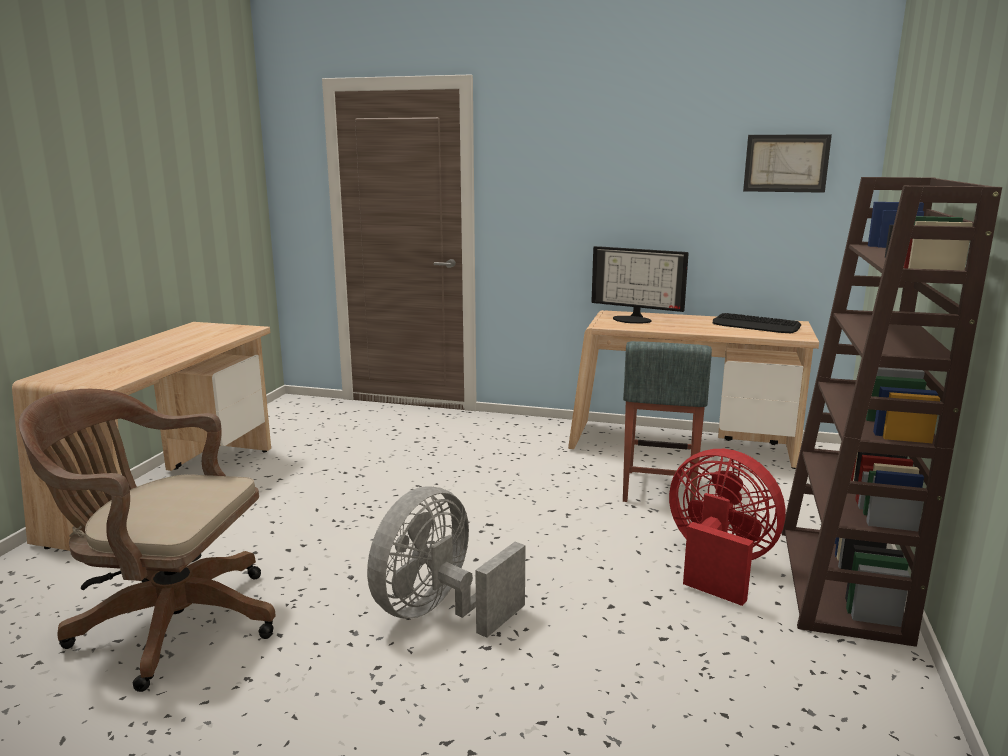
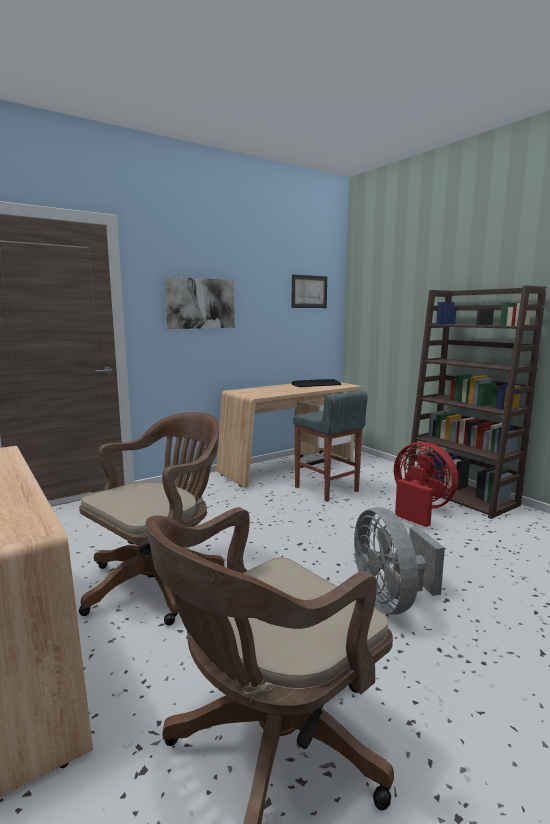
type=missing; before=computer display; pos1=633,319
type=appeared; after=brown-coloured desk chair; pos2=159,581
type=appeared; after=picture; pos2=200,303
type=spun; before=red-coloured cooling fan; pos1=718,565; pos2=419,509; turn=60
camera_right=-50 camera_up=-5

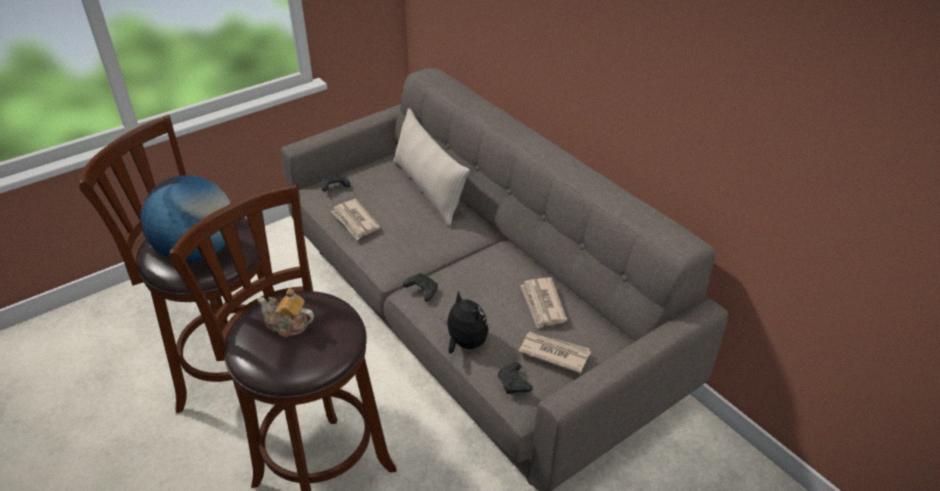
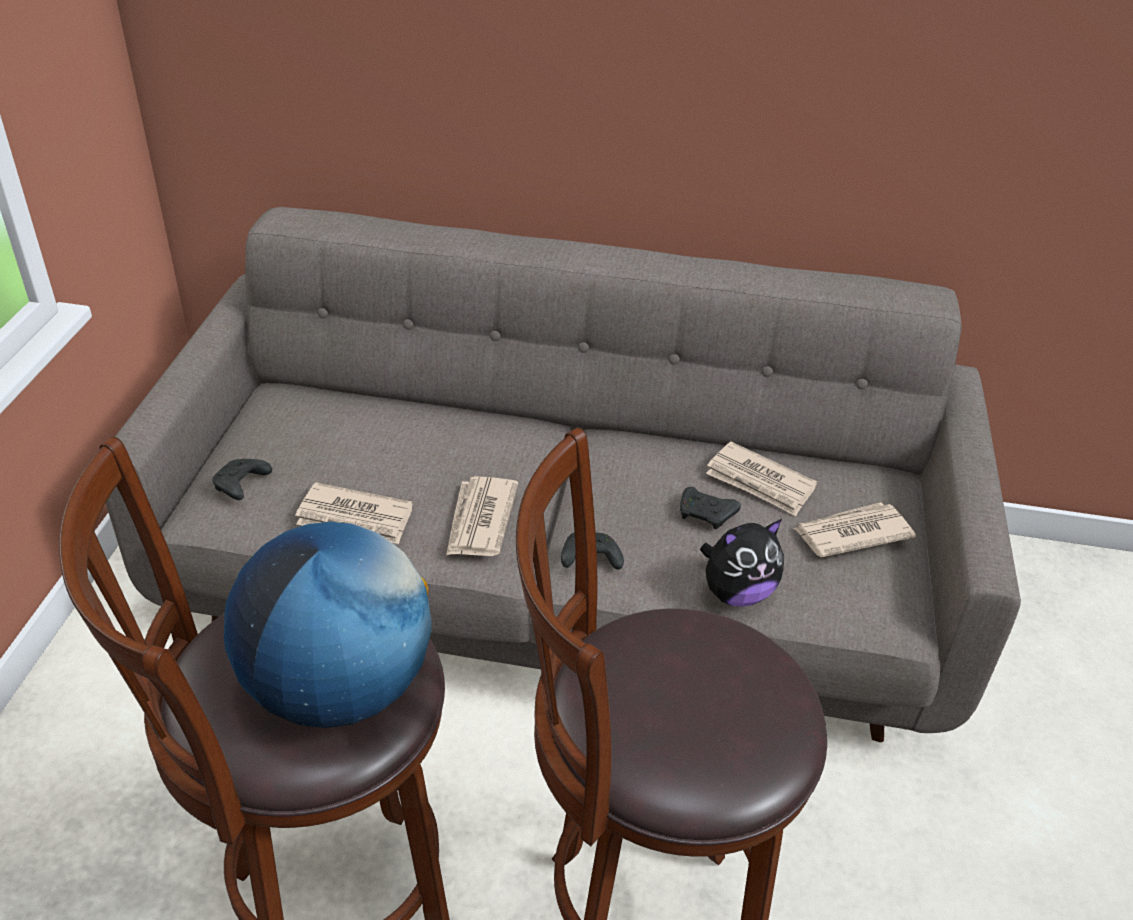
type=missing; before=teapot; pos1=287,325
type=missing; before=beige throw pillow; pos1=429,189
type=appeared; after=daily paper; pos2=480,520
type=relocated; before=black gamepad; pos1=514,384; pos2=706,515
type=spun; before=plush toy; pos1=465,343; pos2=736,593; turn=150
camera_right=-45 camera_up=0

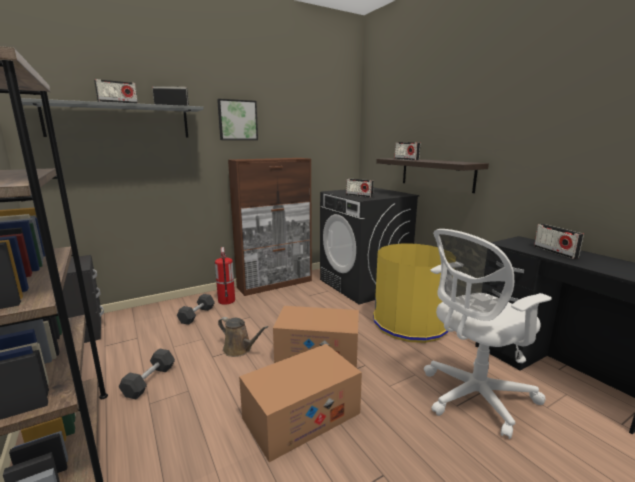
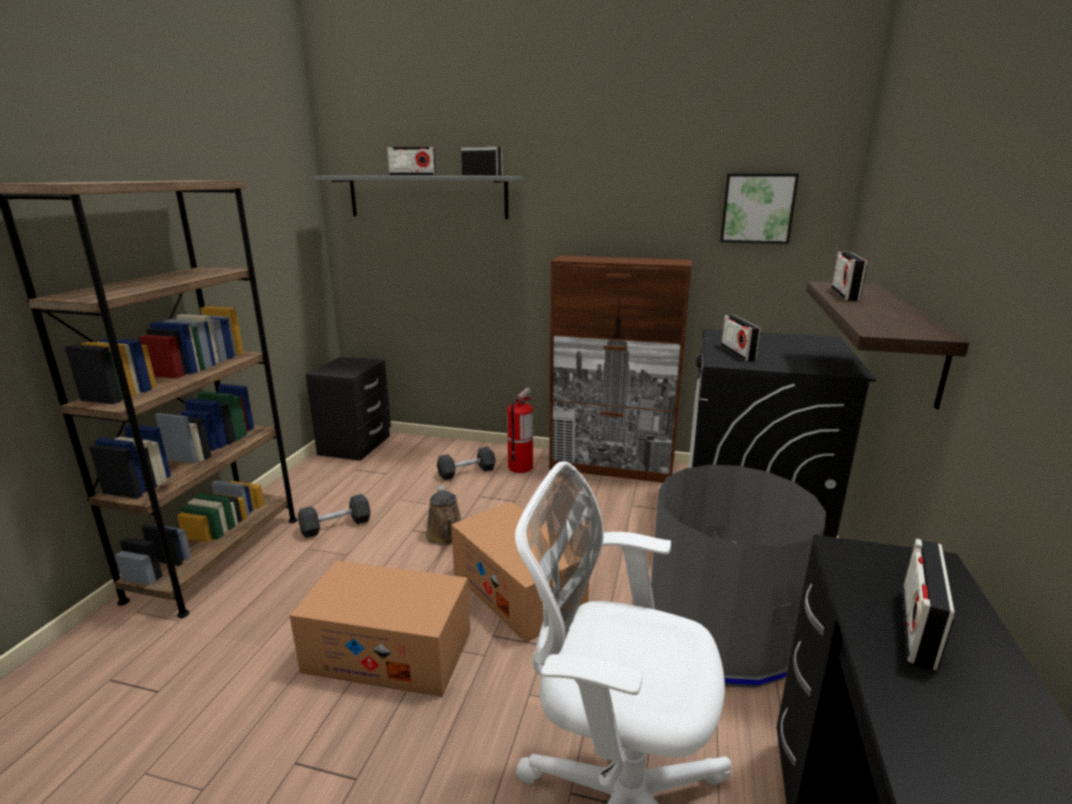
type=relocated; before=picture; pos1=237,120; pos2=757,208
type=colour; before=yellow trash can; after=gray trash can; pos1=410,323; pos2=721,630
camera_right=45 camera_up=5

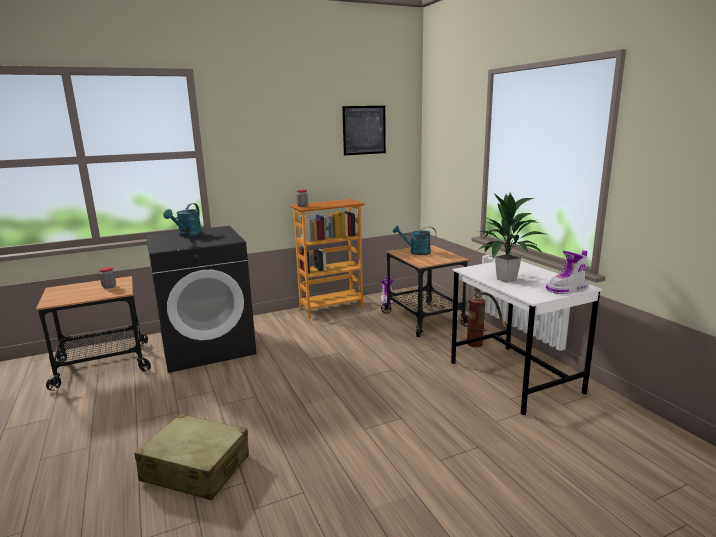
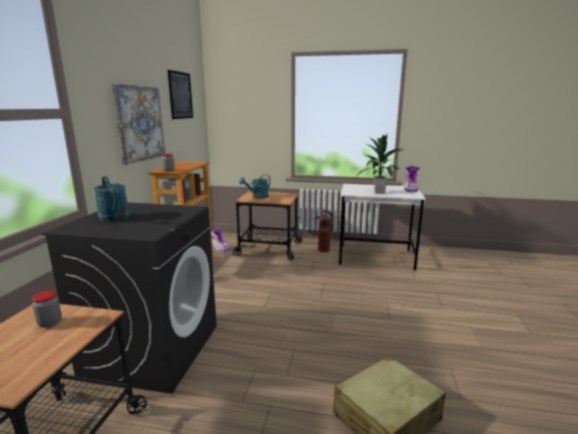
type=appeared; after=picture; pos2=139,123
camera_right=-55 camera_up=0

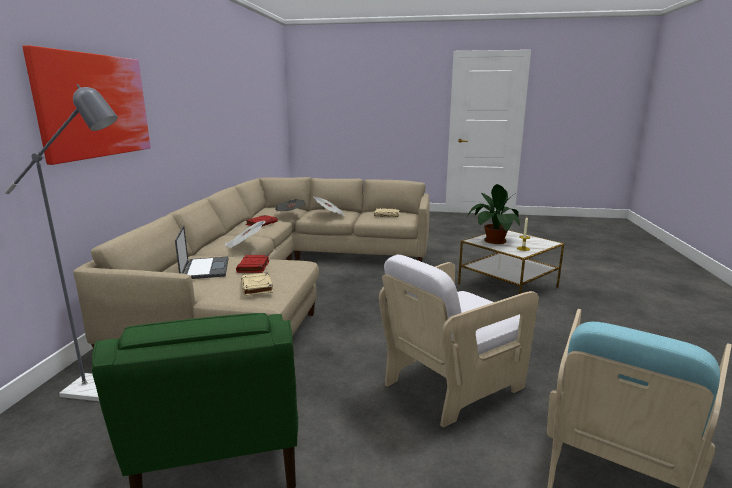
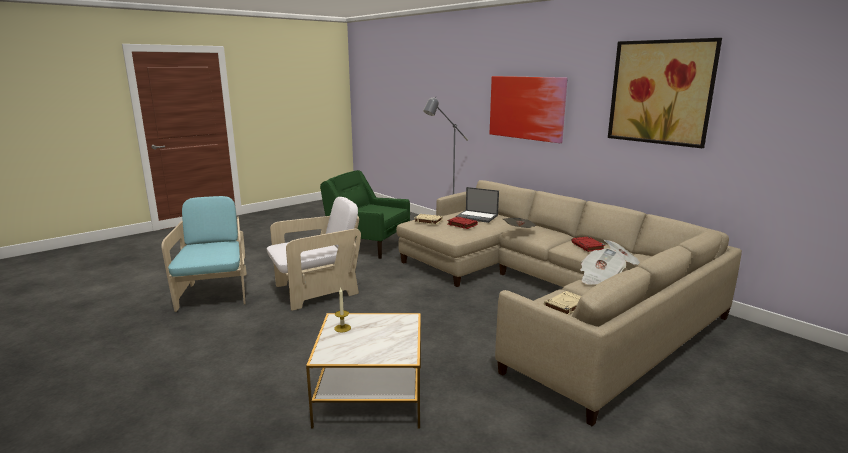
type=missing; before=houseplant; pos1=493,241
type=appeared; after=picture; pos2=660,92
type=spun; before=whitish armchair; pos1=452,384; pos2=316,291; turn=60
camera_right=130 camera_up=0

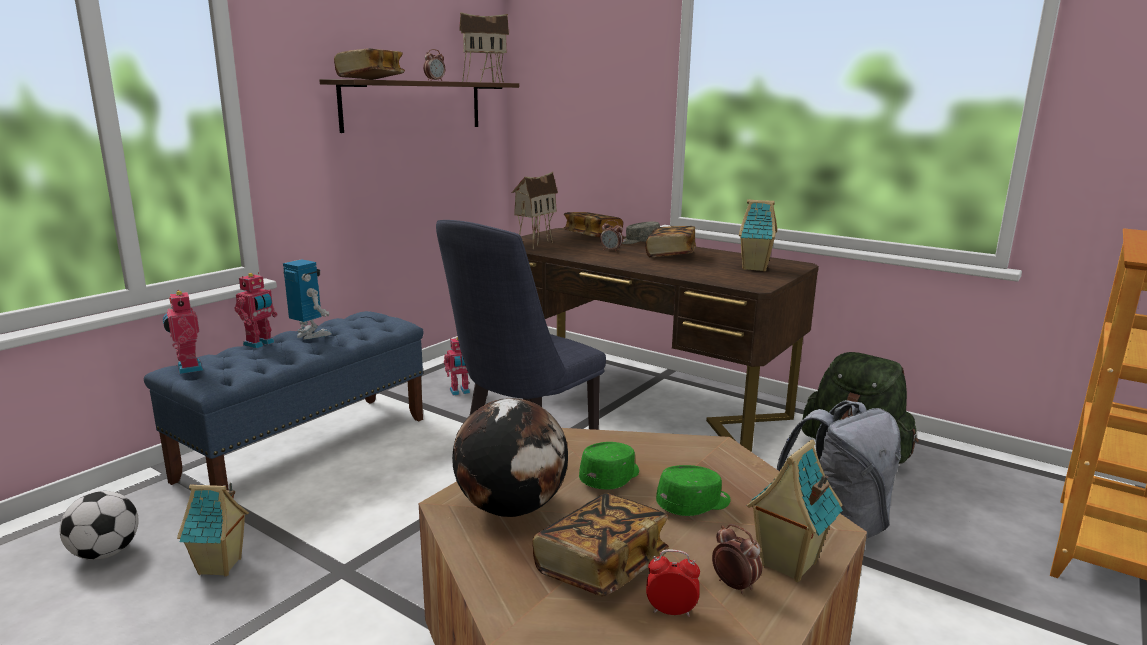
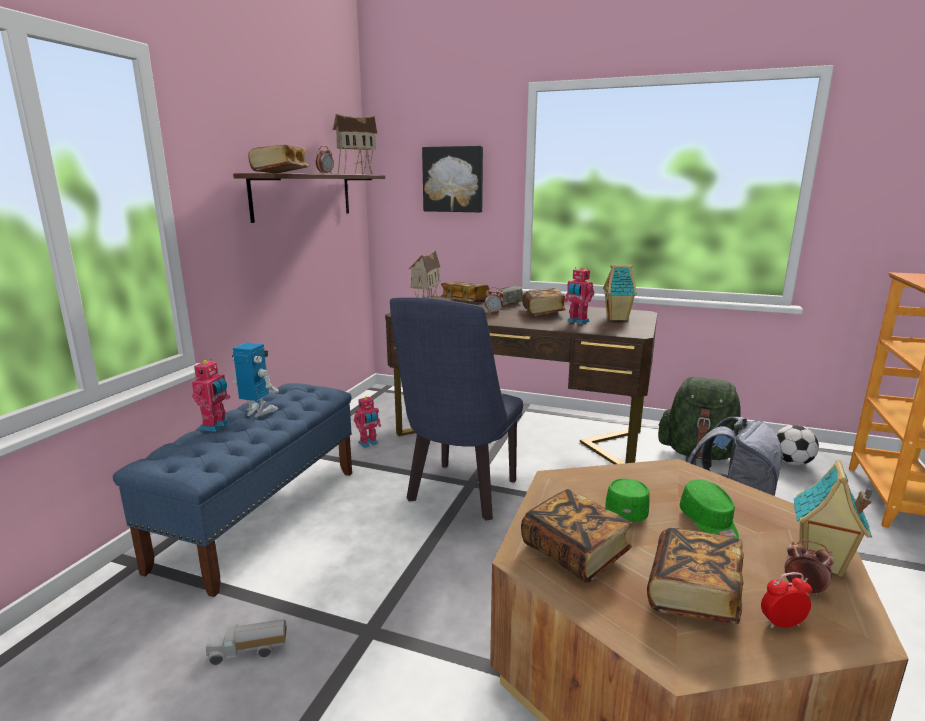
type=appeared; after=picture; pos2=453,179
type=relocated; before=ball for football; pos1=105,553; pos2=791,463
type=relocated; before=model robot; pos1=187,368; pos2=577,322
type=exchanged; before=toy house; after=toy truck; pos1=221,566; pos2=248,652
type=exchanged; before=desk globe; after=volume; pos1=511,508; pos2=574,552
type=spun; before=greenish peaked cap; pos1=694,504; pos2=709,522; turn=120
camera_right=-15 camera_up=0

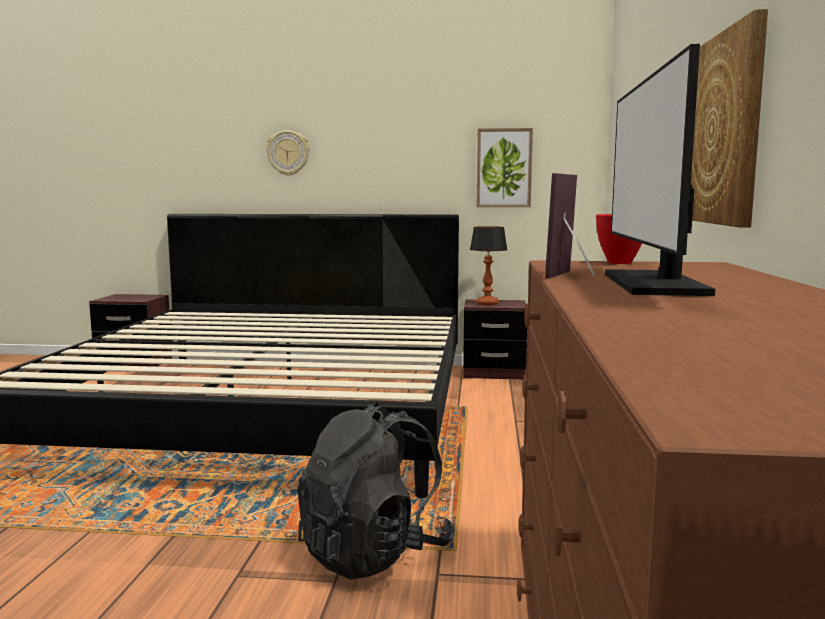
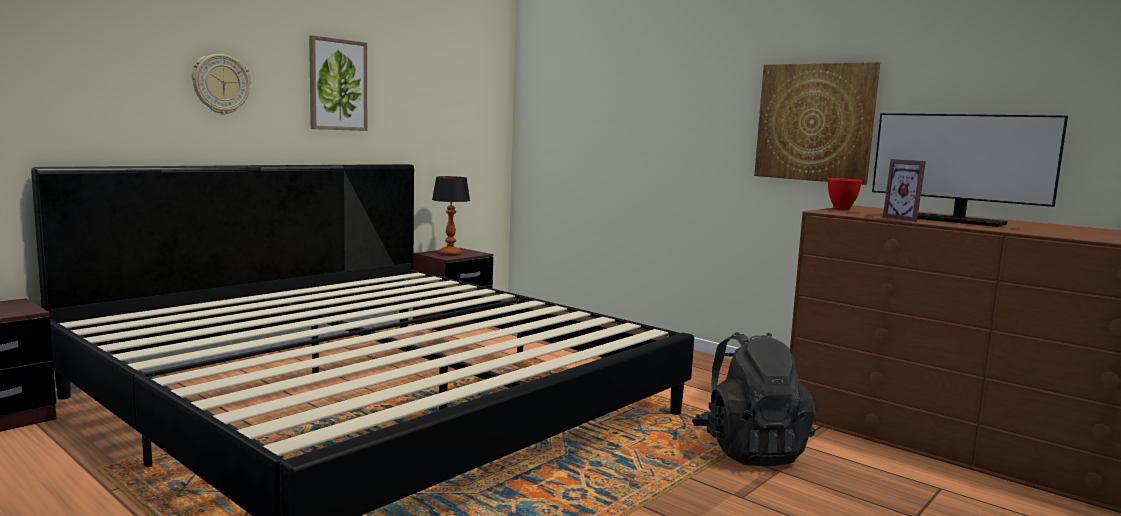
type=relocated; before=picture; pos1=504,168; pos2=337,85
camera_right=-55 camera_up=0

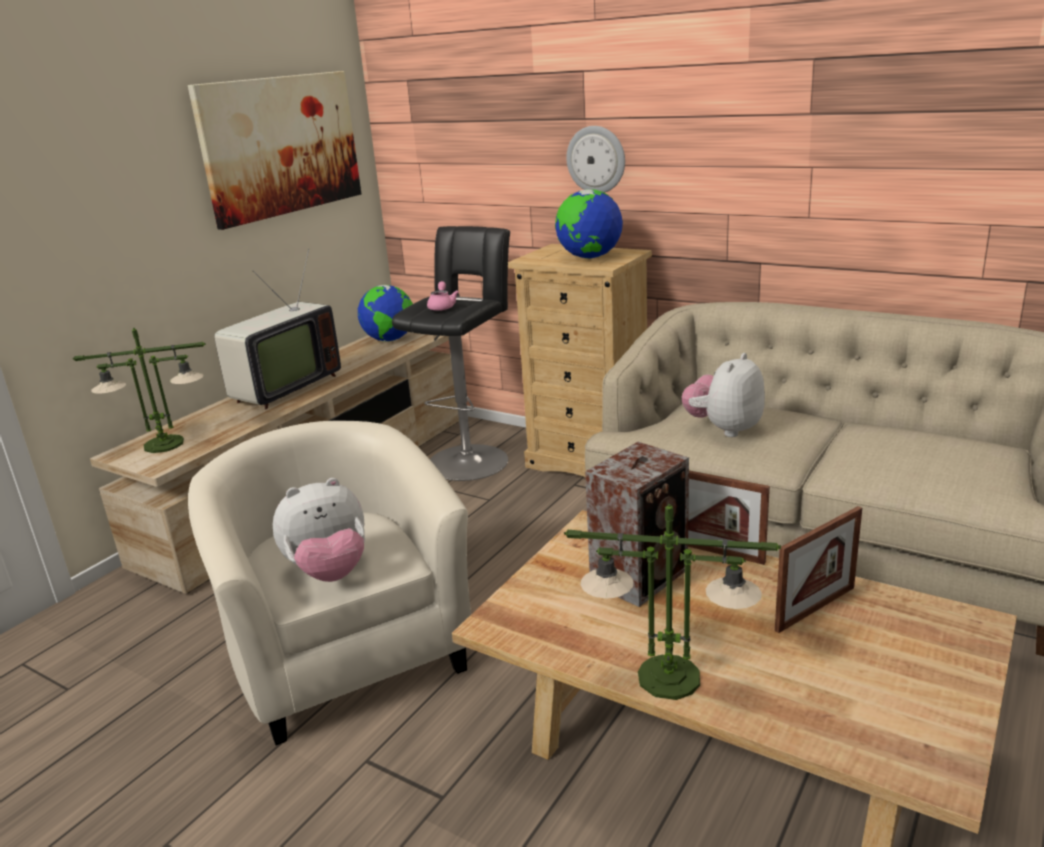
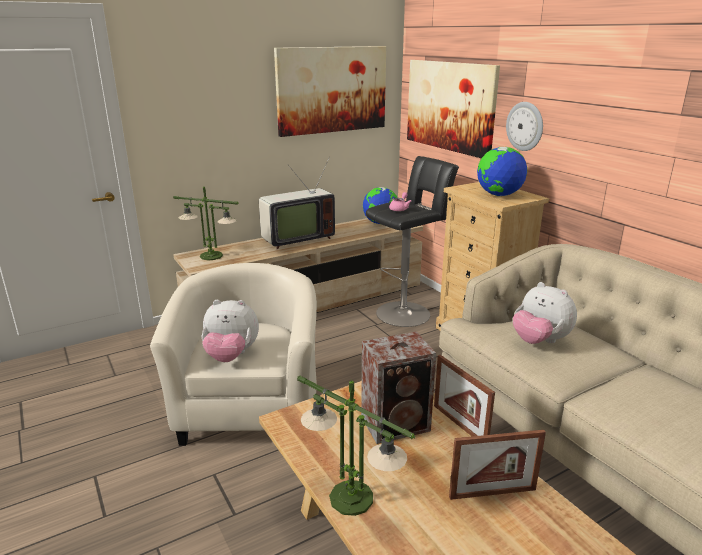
type=appeared; after=picture; pos2=450,106
type=spun; before=plush toy; pos1=724,429; pos2=539,341; turn=-105
camera_right=25 camera_up=0

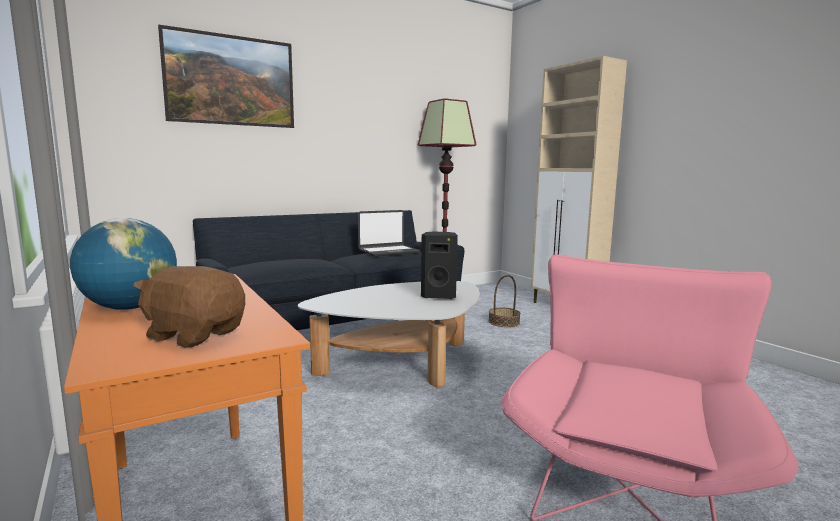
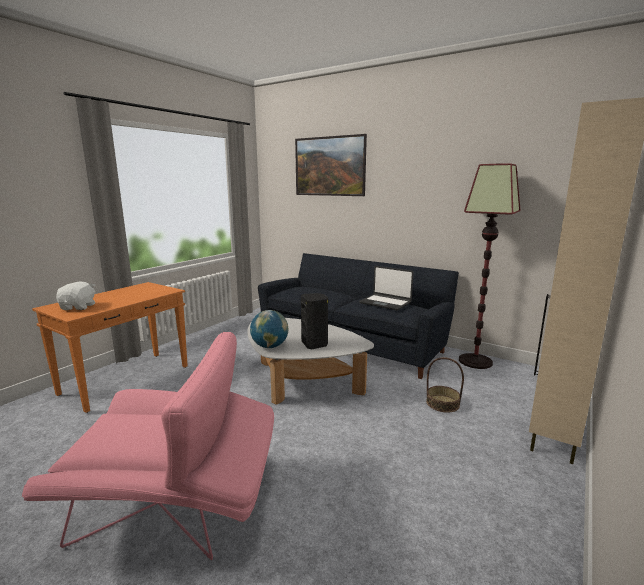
type=relocated; before=desk globe; pos1=130,307; pos2=270,346
type=colour; before=brown-coloured plush toy; after=whitish plush toy; pos1=195,335; pos2=79,307
camera_right=65 camera_up=5

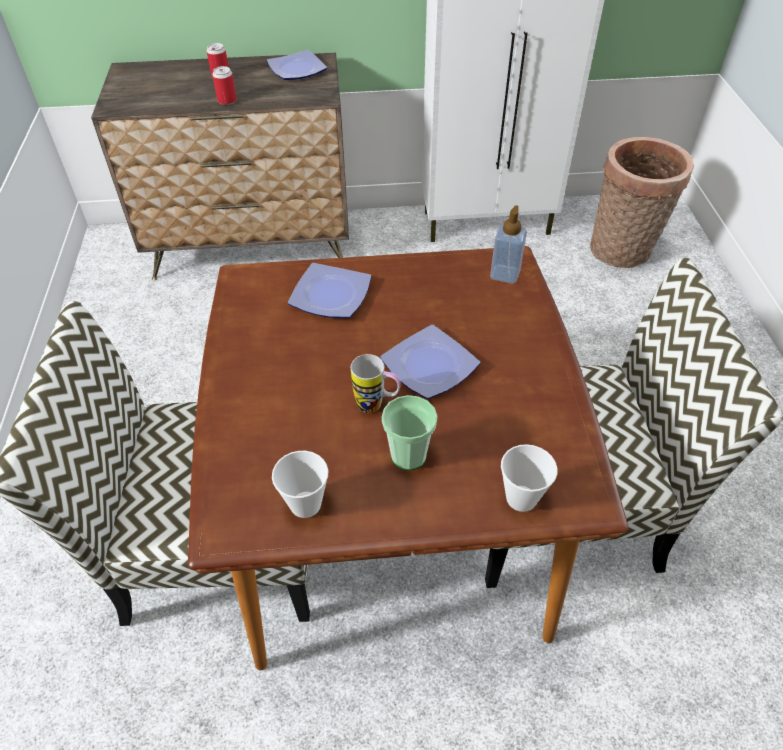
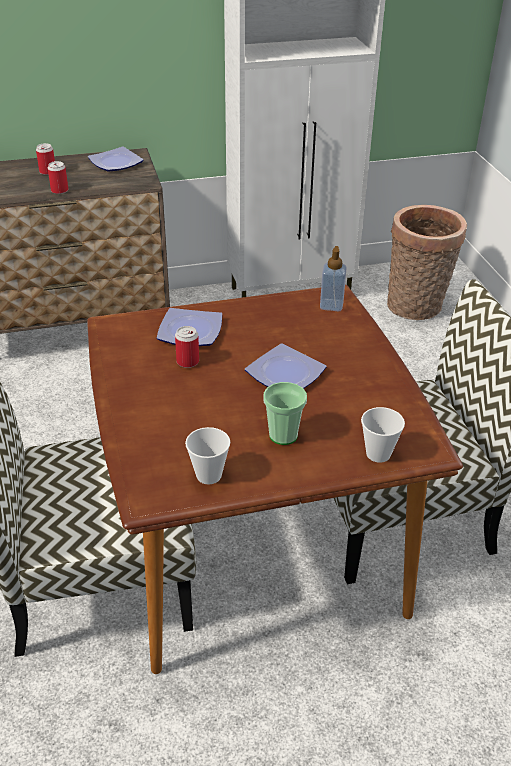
type=missing; before=tea mug; pos1=377,406
type=appeared; after=can; pos2=187,362
camera_right=-10 camera_up=-10

